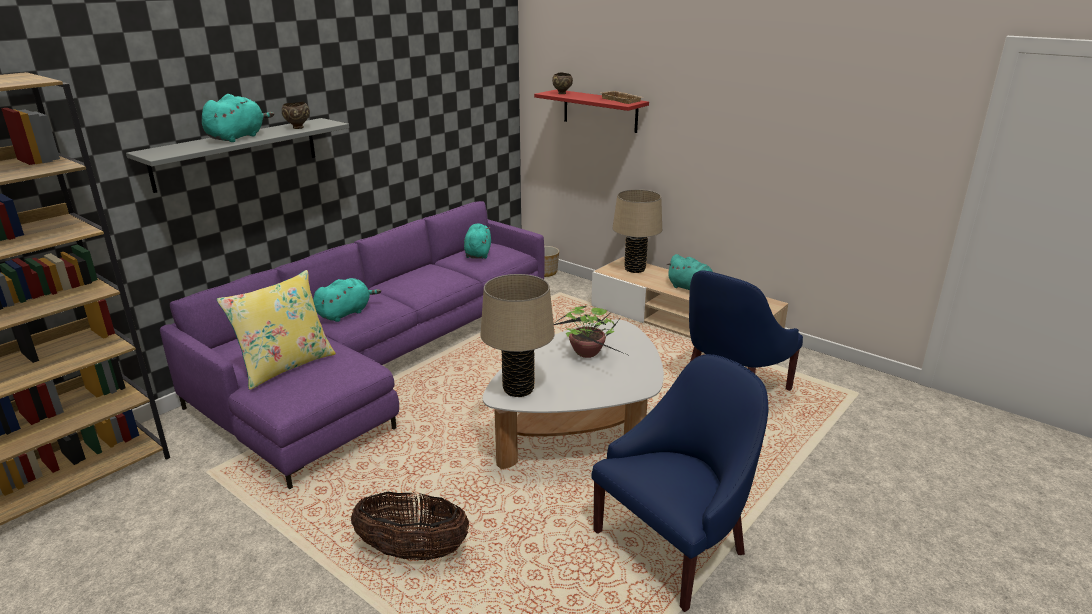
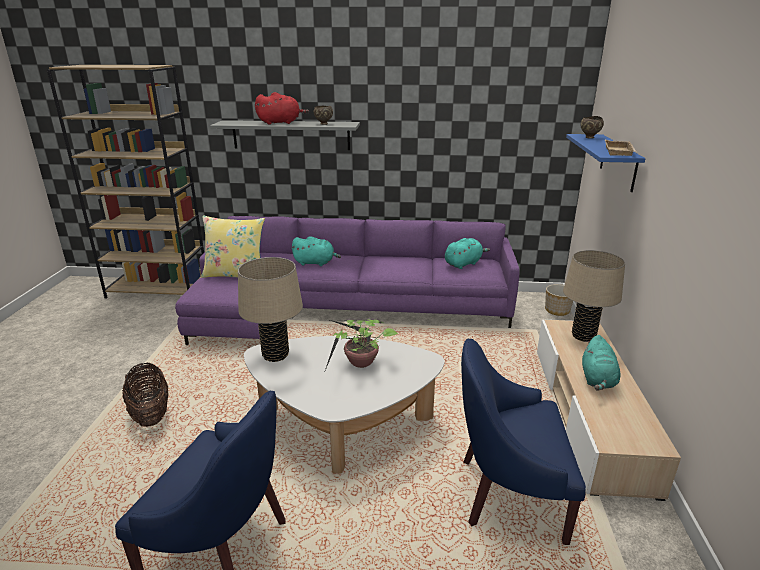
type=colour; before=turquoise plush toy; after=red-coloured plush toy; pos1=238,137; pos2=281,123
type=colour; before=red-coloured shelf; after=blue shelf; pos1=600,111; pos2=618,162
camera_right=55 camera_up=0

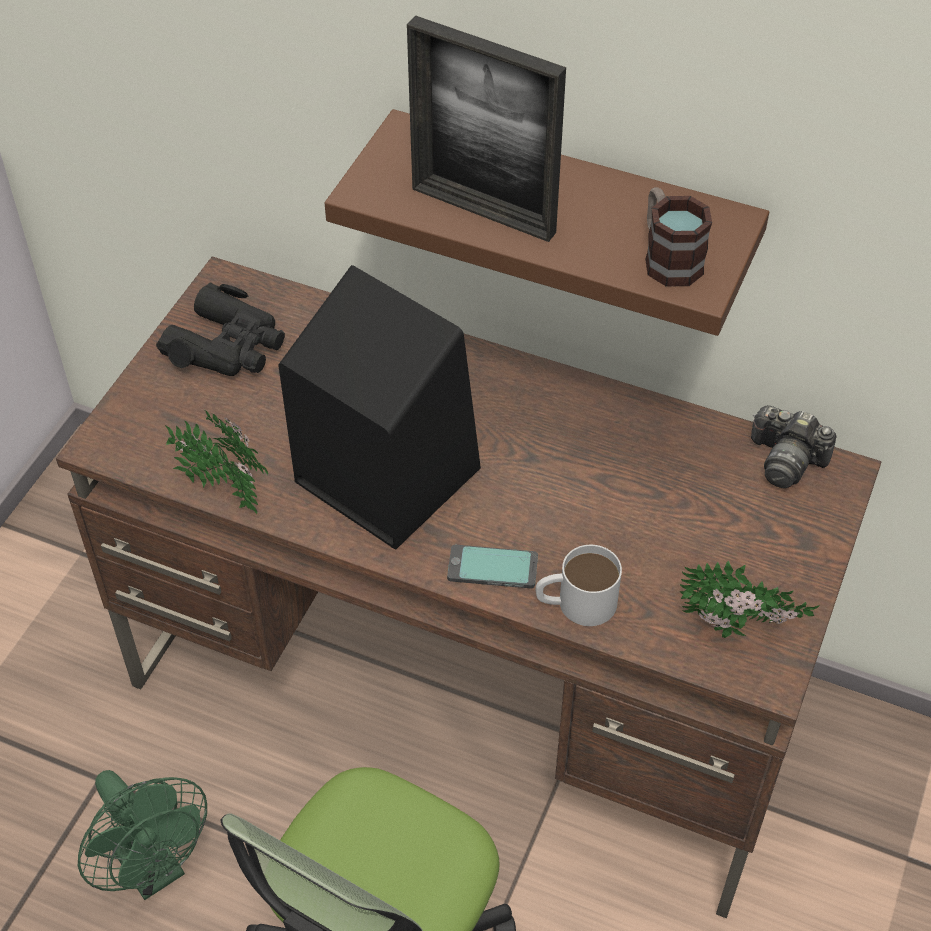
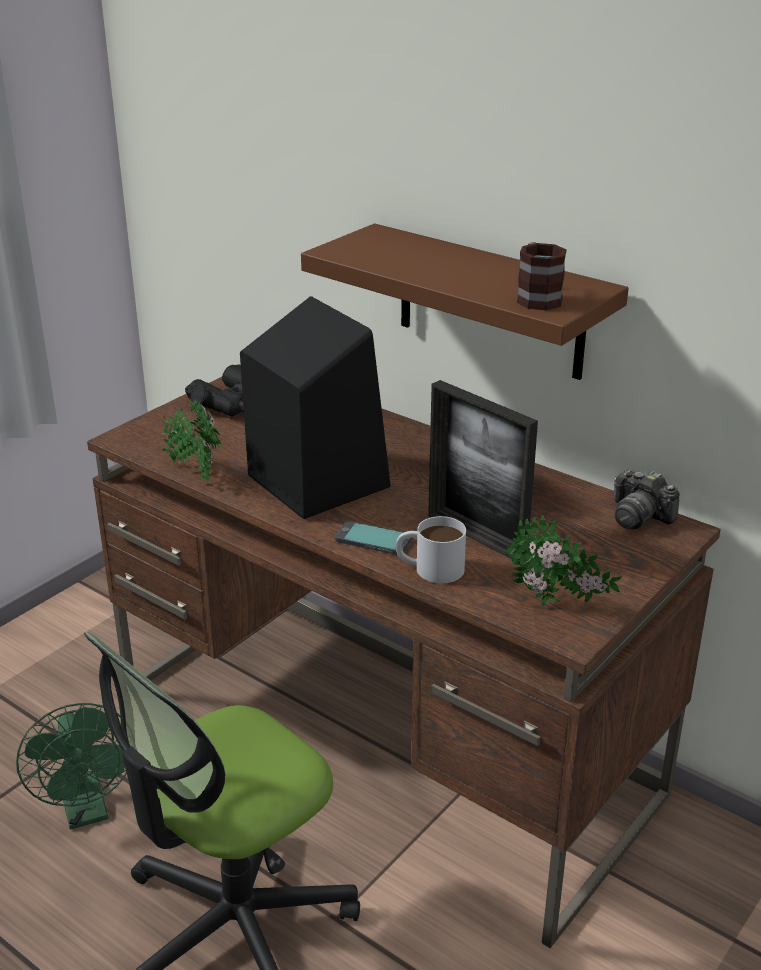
type=relocated; before=photo frame; pos1=483,210; pos2=476,536
camera_right=15 camera_up=-20

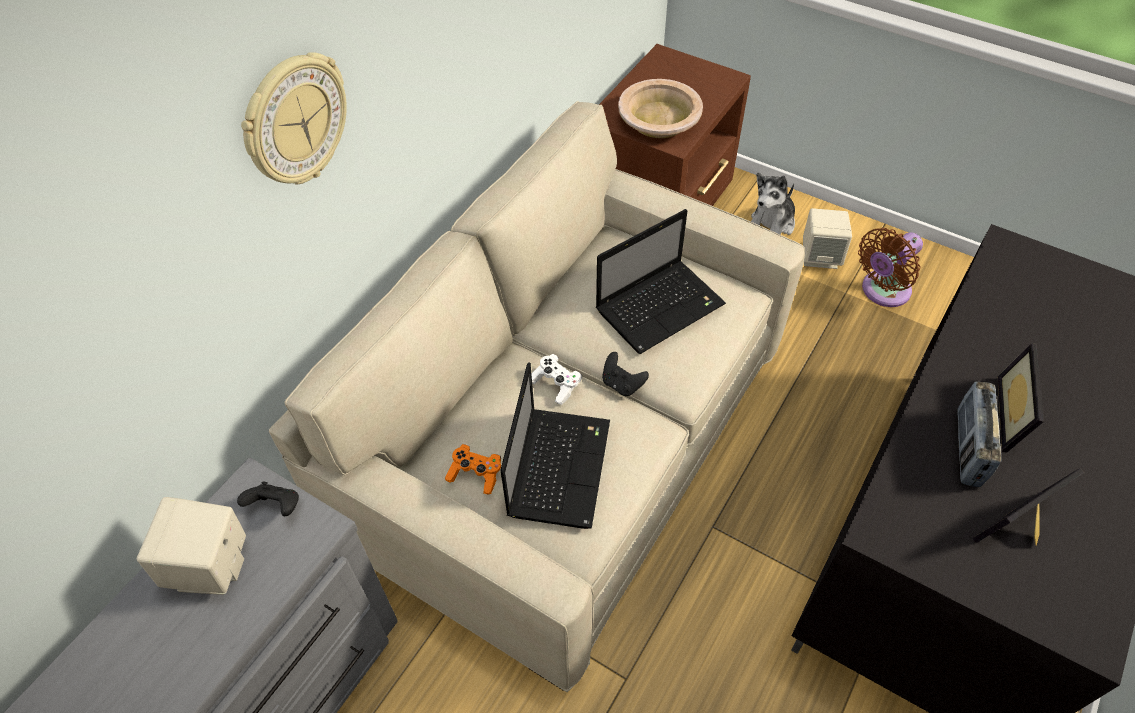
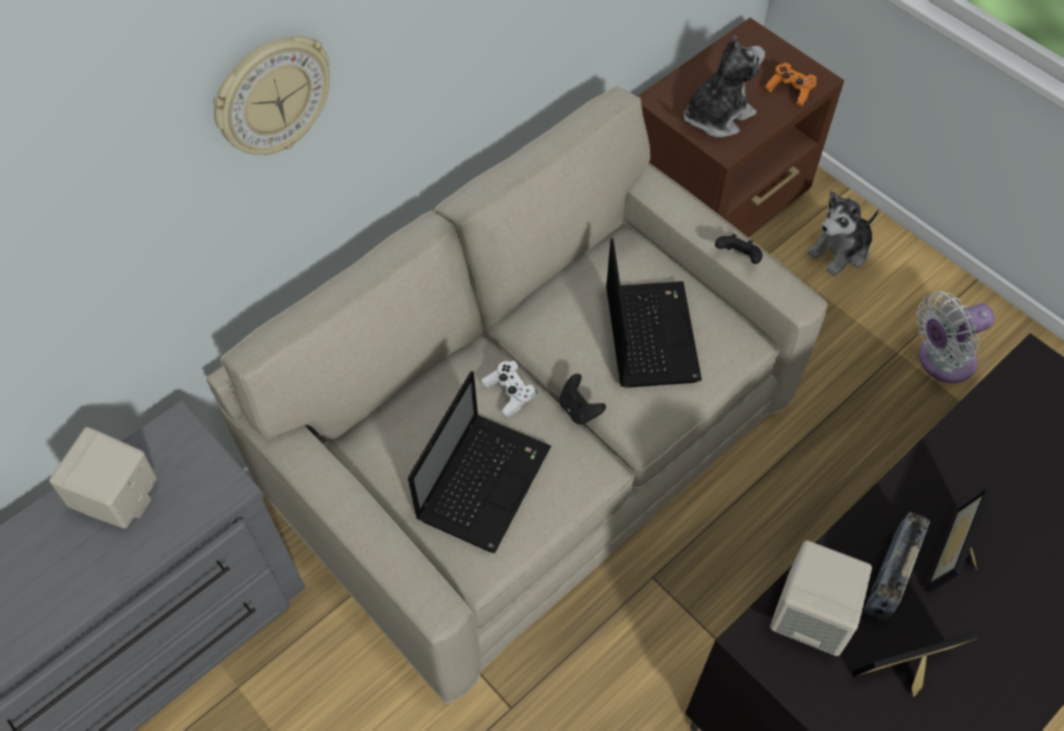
type=relocated; before=black gamepad; pos1=276,507; pos2=738,258
type=relocated; before=orange gamepad; pos1=475,474; pos2=790,90
type=relocated; before=beige speaker; pos1=820,256; pos2=811,615
type=exchanged; before=beige serving bowl; after=plush toy; pos1=659,120; pos2=717,116
type=colour; before=brown-coloured cooling fan; after=whitish cooling fan; pos1=882,291; pos2=941,361
type=spun; before=notebook computer; pos1=661,306; pos2=649,333; turn=-75
camera_right=15 camera_up=5

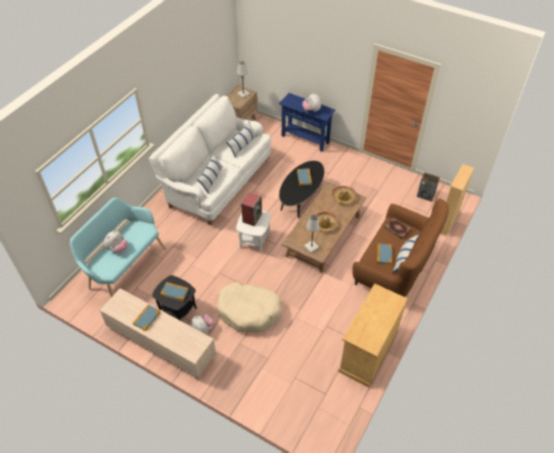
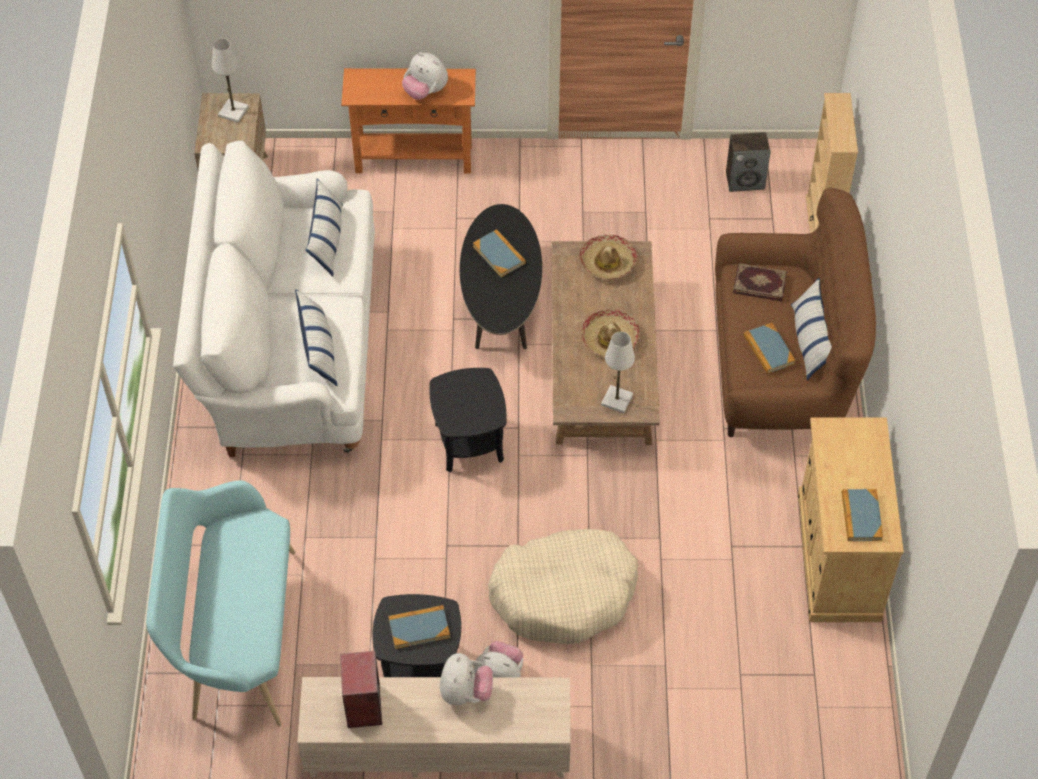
type=relocated; before=plush toy; pos1=117,248; pos2=465,692
type=relocated; before=volume; pos1=147,318; pos2=861,516
type=relocated; before=speaker; pos1=252,218; pos2=362,705
type=colour; before=whitish side table; after=black side table; pos1=254,241; pos2=469,442
type=colour; before=blue hall table; after=orange hall table; pos1=305,139; pos2=413,158
camera_right=-30 camera_up=5

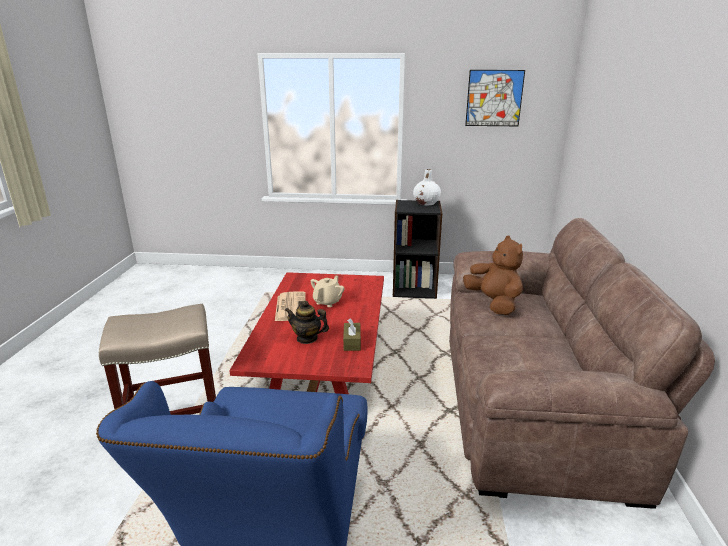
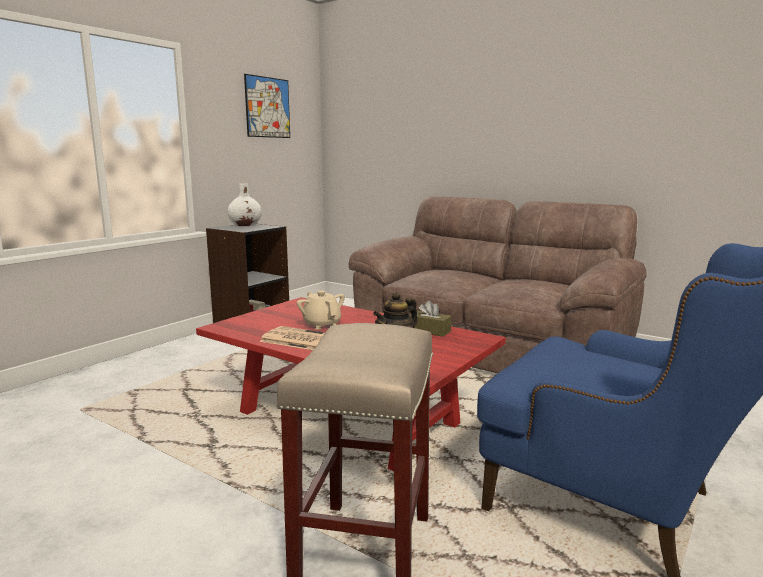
type=missing; before=brown-coloured plush toy; pos1=493,303
camera_right=-60 camera_up=-10

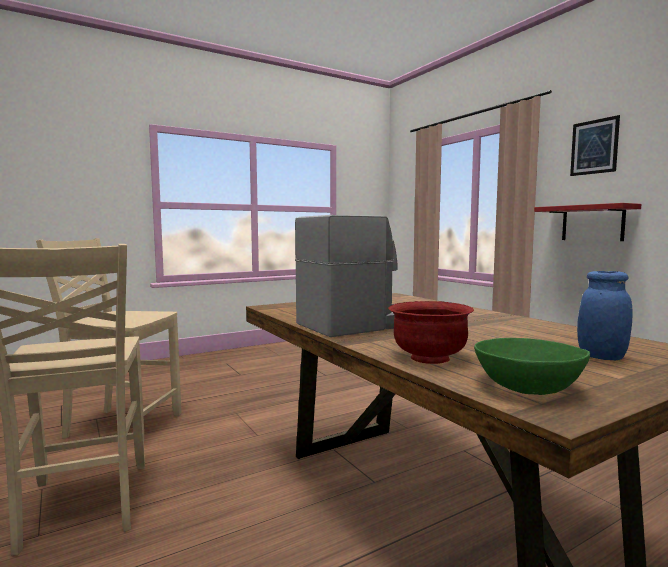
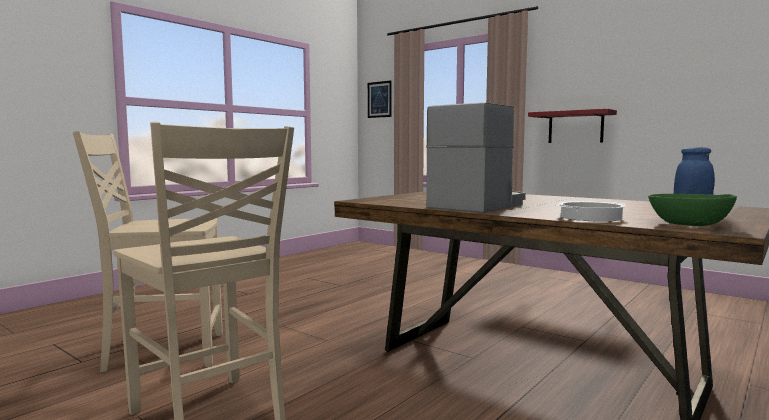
type=relocated; before=picture; pos1=594,147; pos2=379,99
type=exchanged; before=red-coloured serving bowl; after=saucepot; pos1=429,358; pos2=590,217
camera_right=-20 camera_up=0

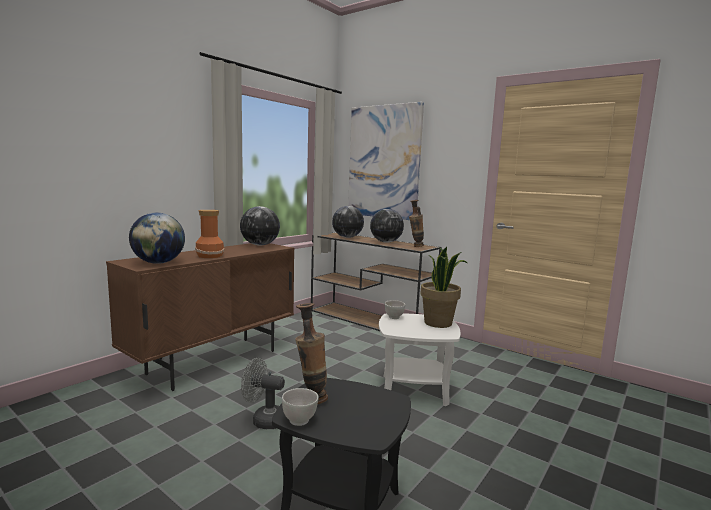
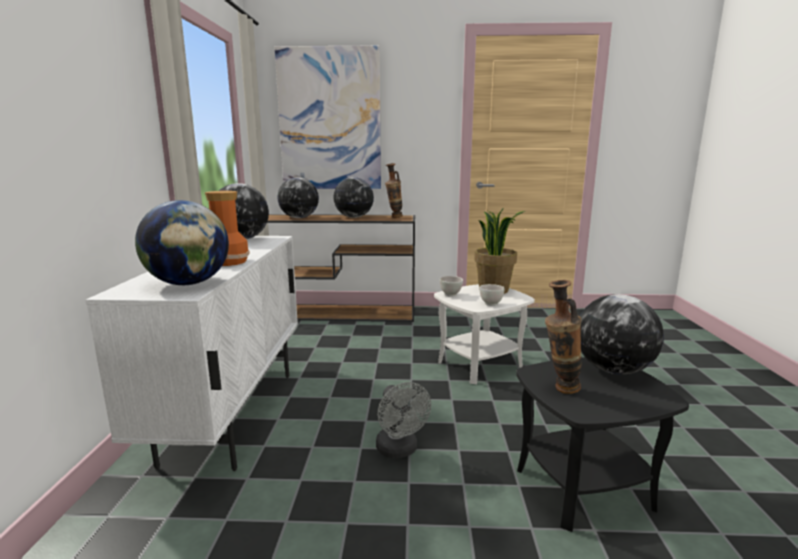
type=appeared; after=desk globe; pos2=613,370
type=relocated; before=whitish serving bowl; pos1=299,420; pos2=491,304
type=colour; before=brown-coloured cabinet; after=whitish cabinet; pos1=214,362; pos2=233,414
type=spun; before=gray cooling fan; pos1=264,420; pos2=399,450; turn=-90
camera_right=-35 camera_up=5

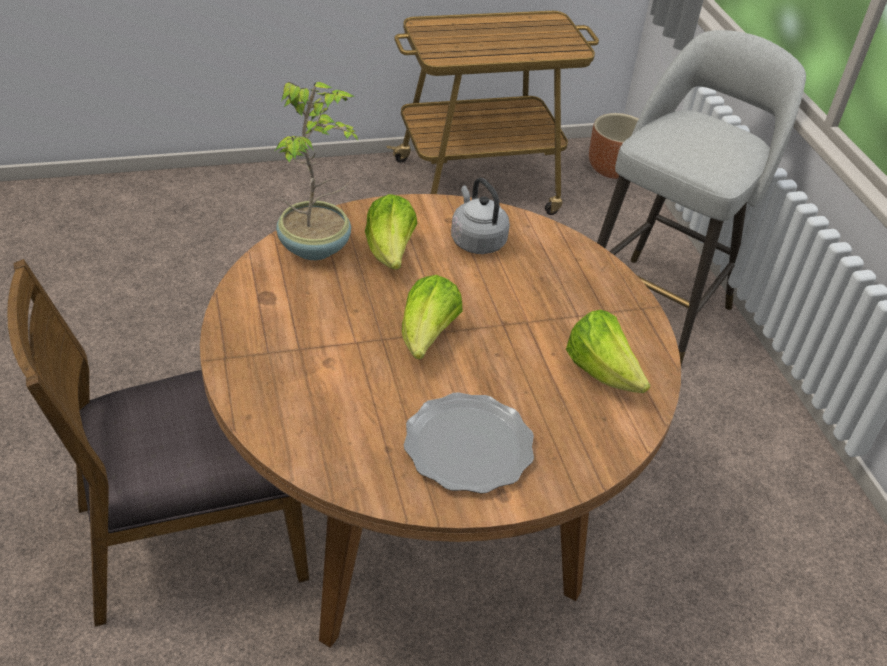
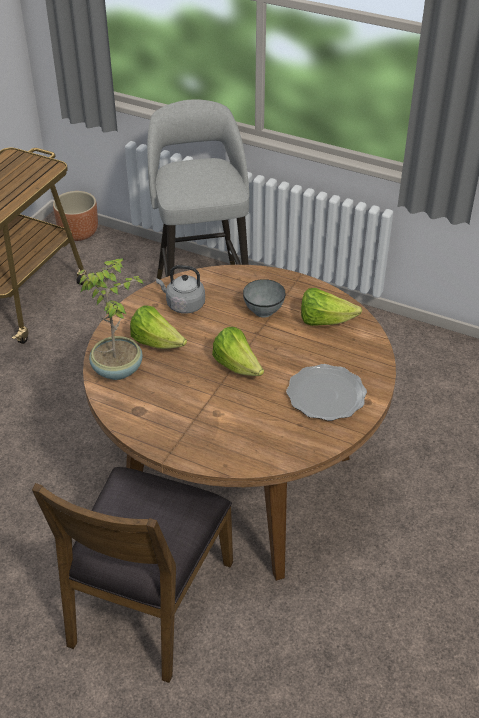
type=appeared; after=gray serving bowl; pos2=264,311
camera_right=-45 camera_up=0

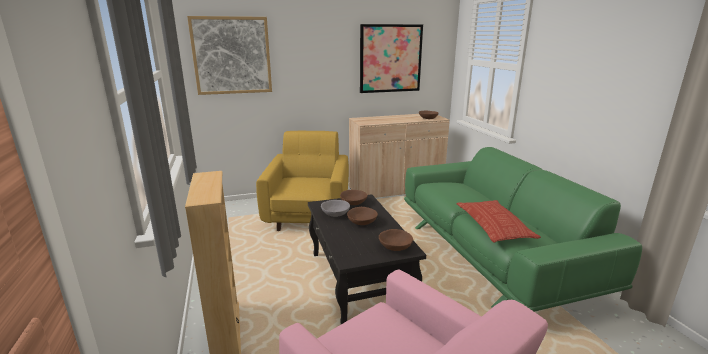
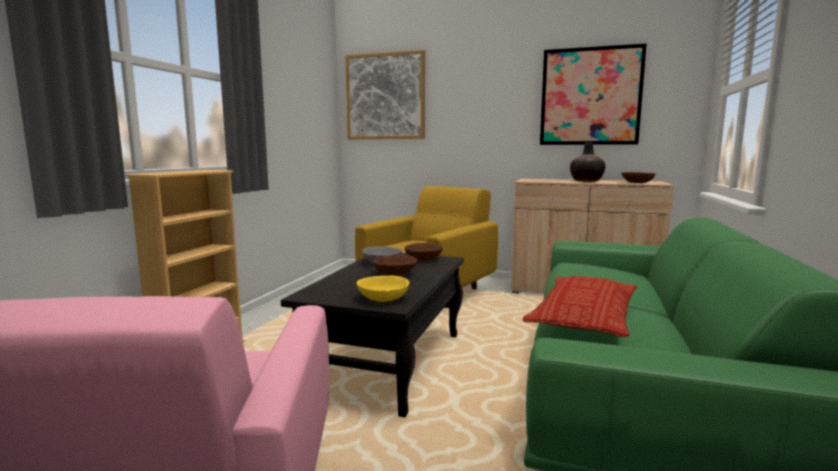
type=appeared; after=vase; pos2=586,181
type=colour; before=brown-coloured serving bowl; after=yellow serving bowl; pos1=394,247; pos2=383,298
camera_right=35 camera_up=-10

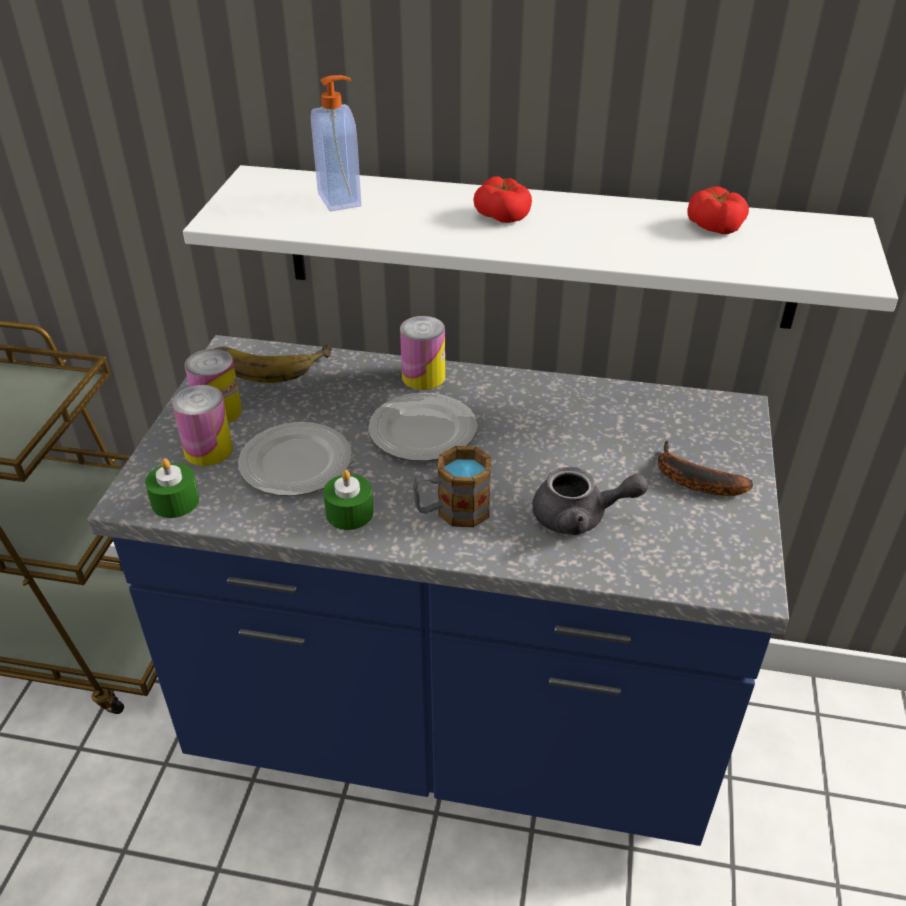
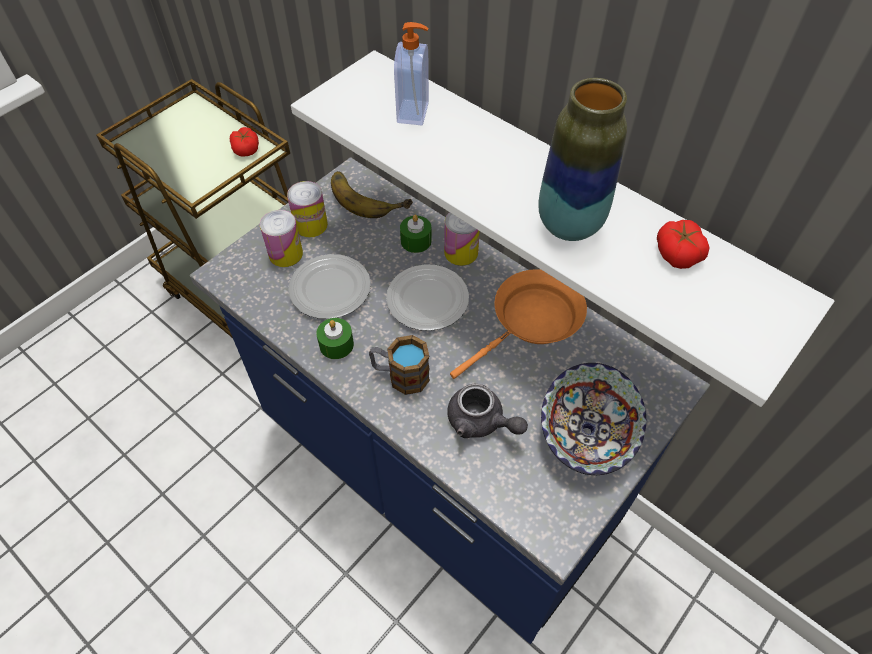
type=appeared; after=orange skillet; pos2=531,322
type=appeared; after=vase; pos2=569,225
type=relocated; before=greenish wax candle; pos1=175,501; pos2=416,241
type=relocated; before=tomato; pos1=502,215; pos2=246,149
type=exchanged; before=whole banana; after=serving bowl; pos1=692,480; pos2=586,431
camera_right=30 camera_up=15

